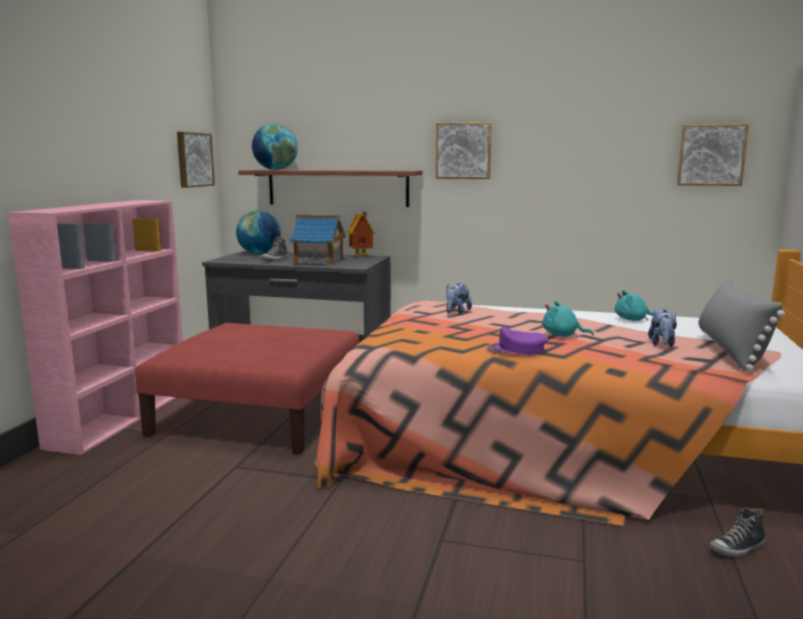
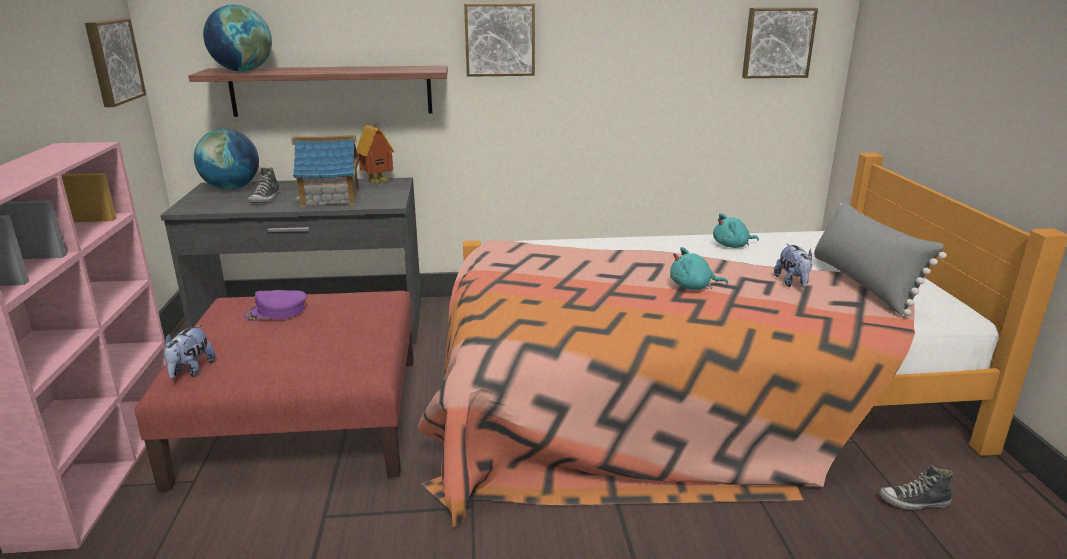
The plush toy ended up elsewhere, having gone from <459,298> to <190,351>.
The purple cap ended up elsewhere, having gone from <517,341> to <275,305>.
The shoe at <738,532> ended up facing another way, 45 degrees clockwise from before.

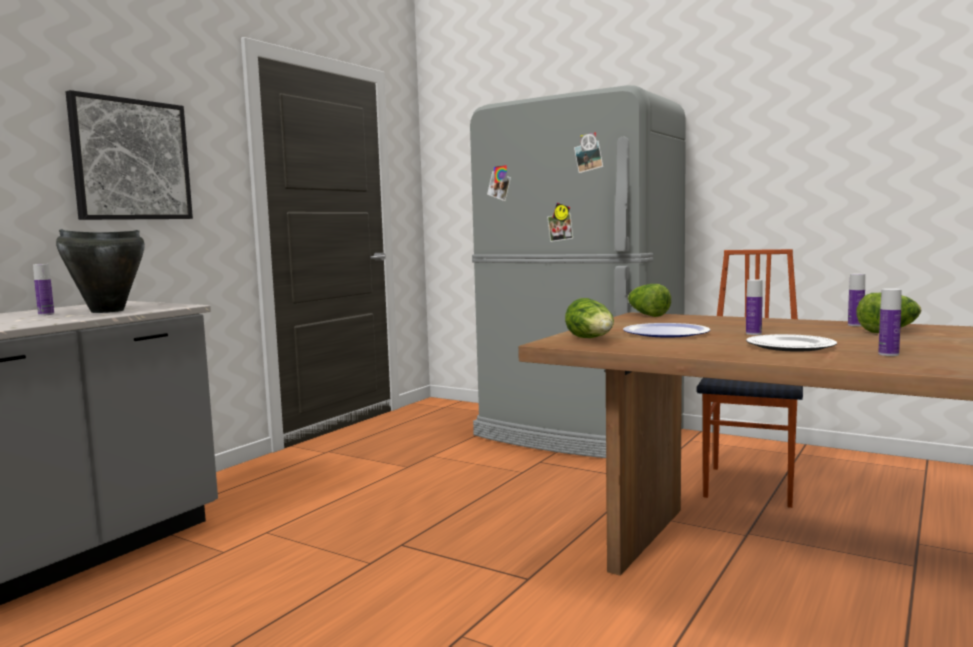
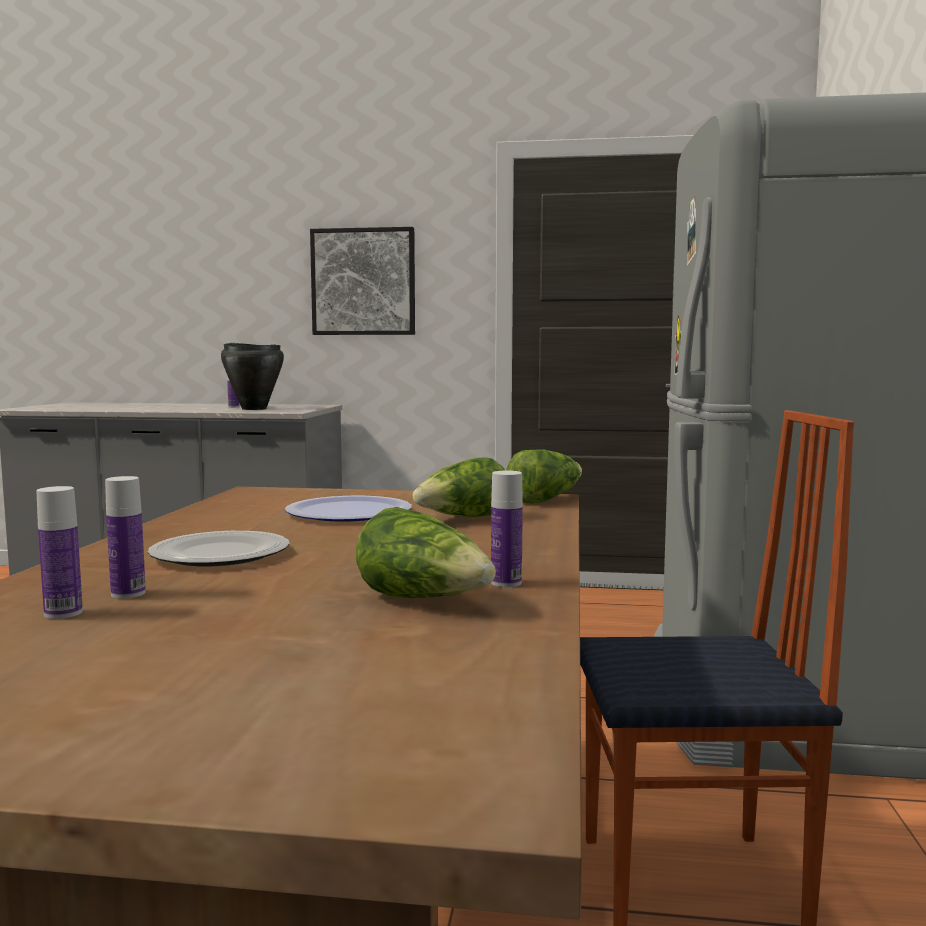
The bottle ended up elsewhere, having gone from <754,307> to <59,552>.
The lettuce ended up elsewhere, having gone from <589,318> to <459,487>.

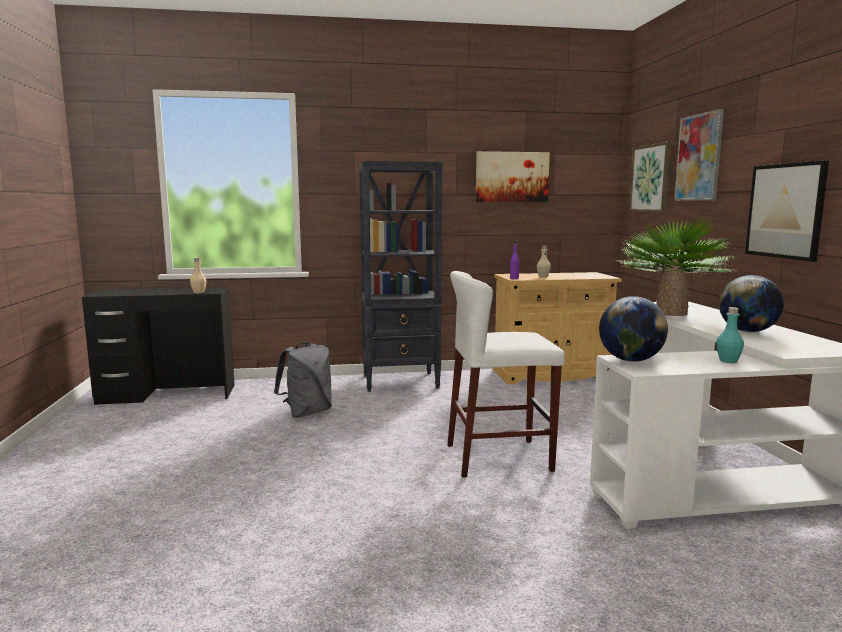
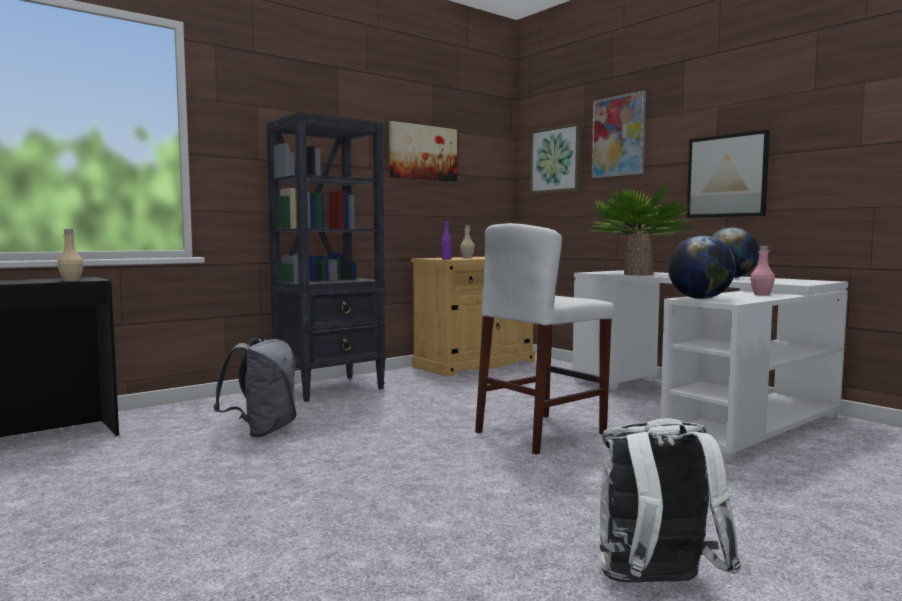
The second view gained the white backpack at <670,500>.
What was the turquoise bottle at <730,335> turned into the pink bottle at <762,270>.

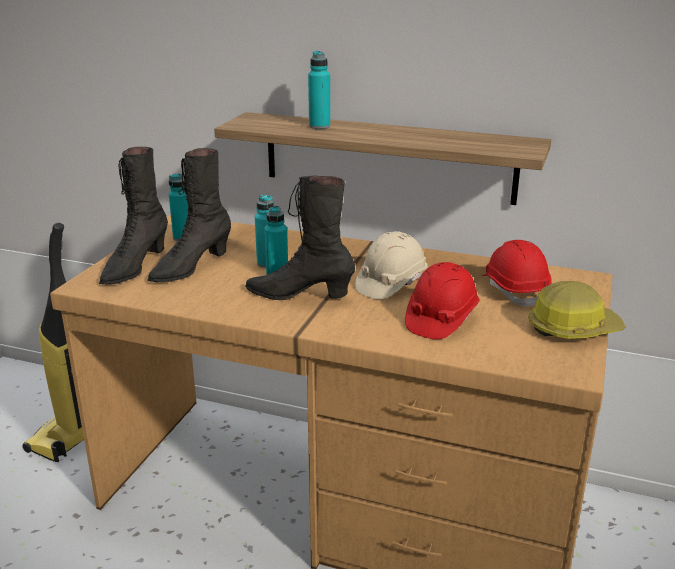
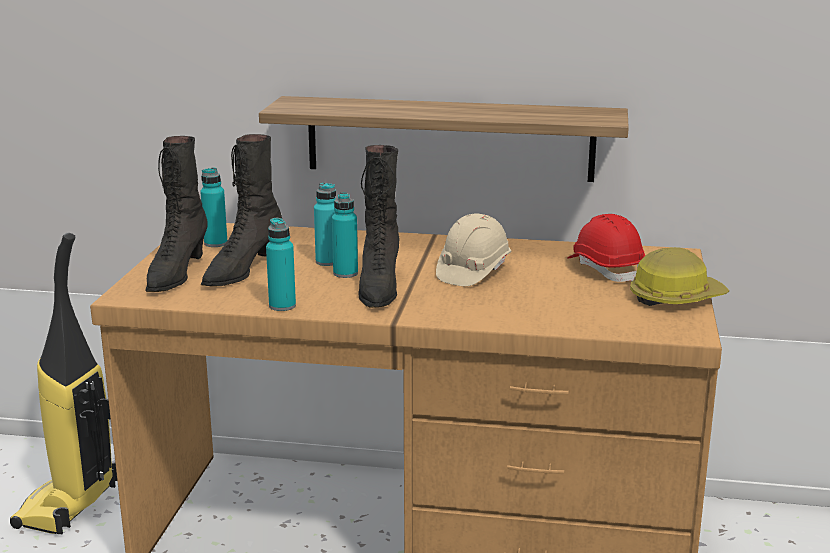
The turquoise bottle ended up elsewhere, having gone from <319,90> to <281,264>.
The black boot at <300,238> ended up facing another way, 90 degrees counterclockwise from before.
The second view lost the red hard hat at <442,300>.

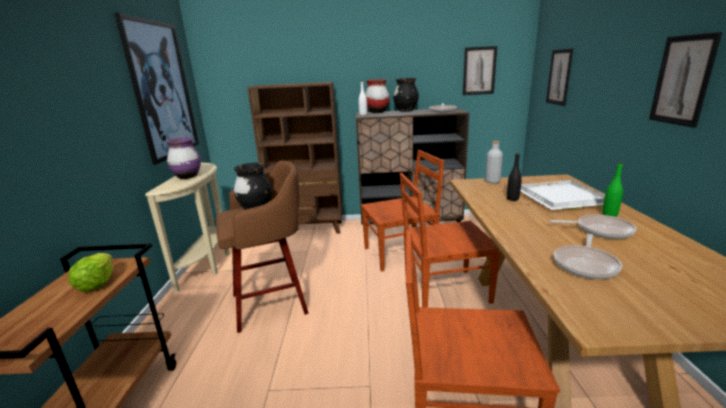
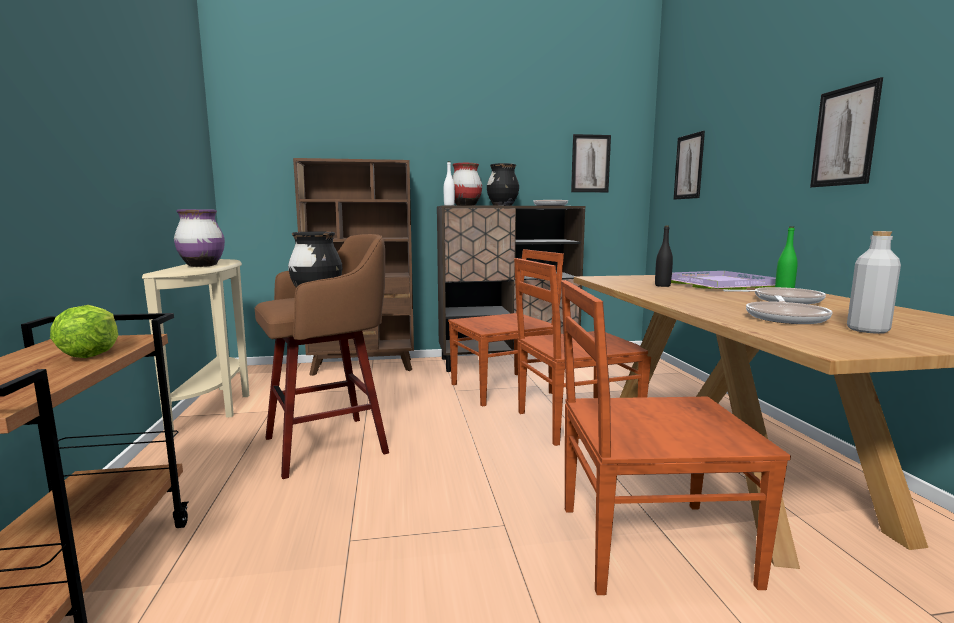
What was the white tray at <562,195> turned into the purple tray at <723,280>.
The grey bottle ended up elsewhere, having gone from <494,162> to <874,282>.
The second view lost the picture at <156,89>.

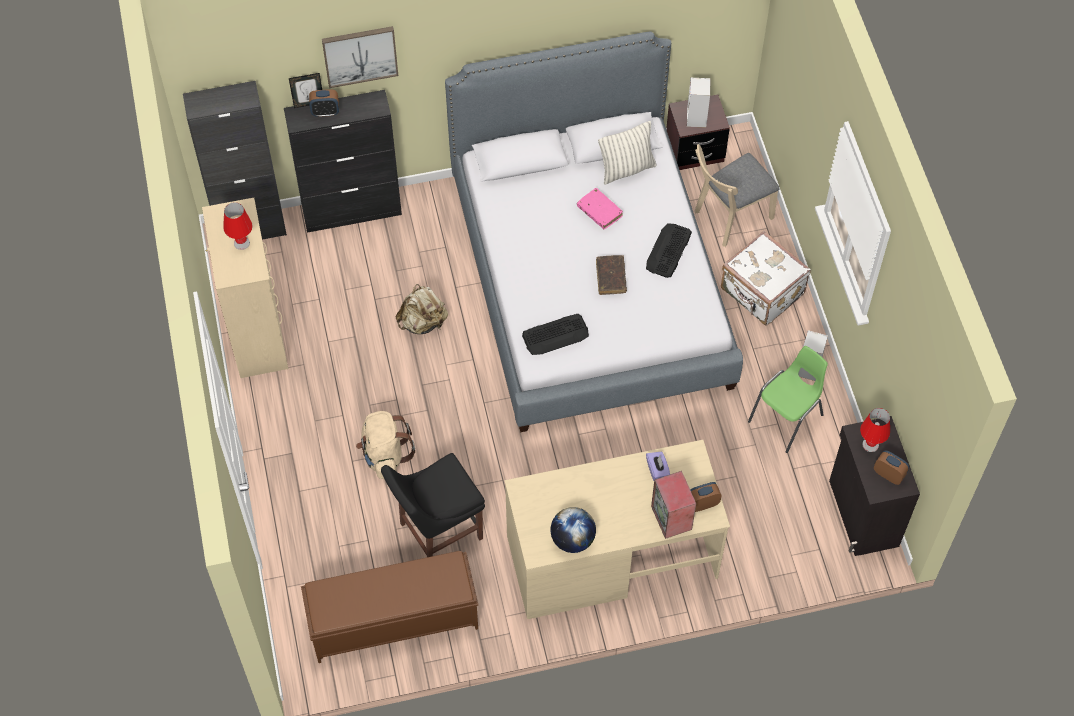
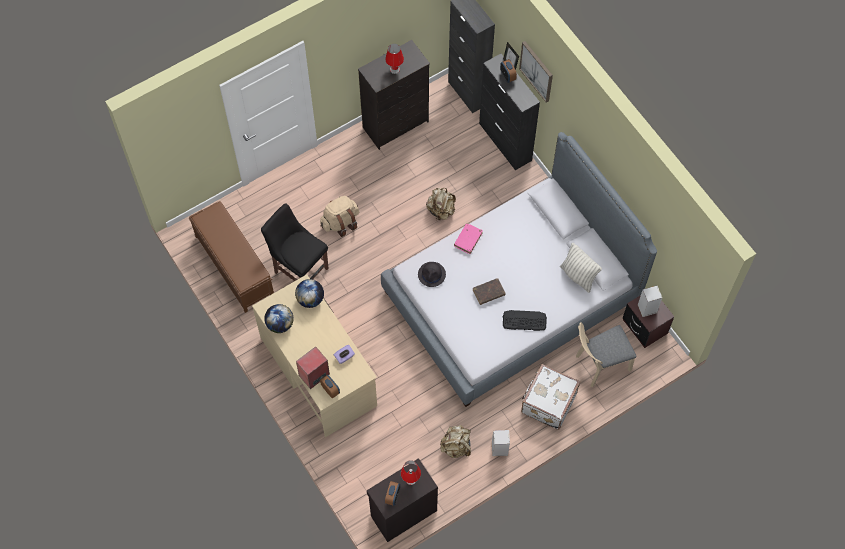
The second view gained the globe at <309,293>.
What was the beige dresser at <245,288> turned into the black dresser at <394,95>.
Where the keyboard stood at <555,334>, the black hat came to stand at <432,274>.
Where the green chair stood at <788,399>, the beige backpack came to stand at <455,441>.
The pink book ended up elsewhere, having gone from <600,208> to <468,238>.
The beige chair at <737,195> ended up facing another way, 60 degrees counterclockwise from before.

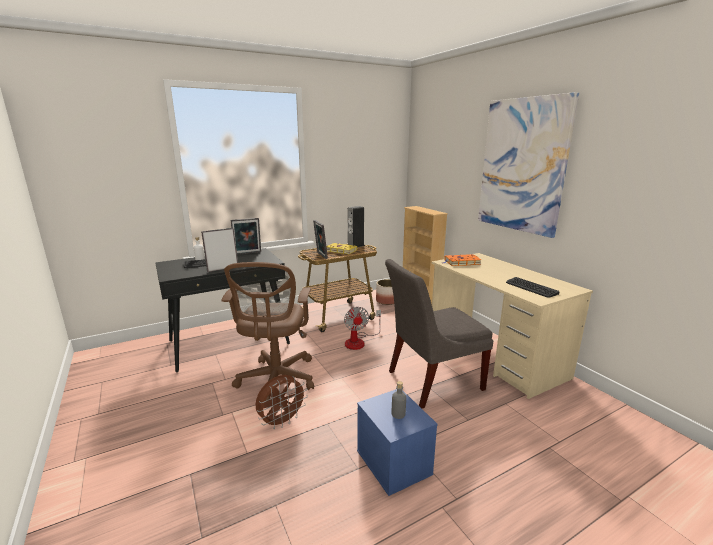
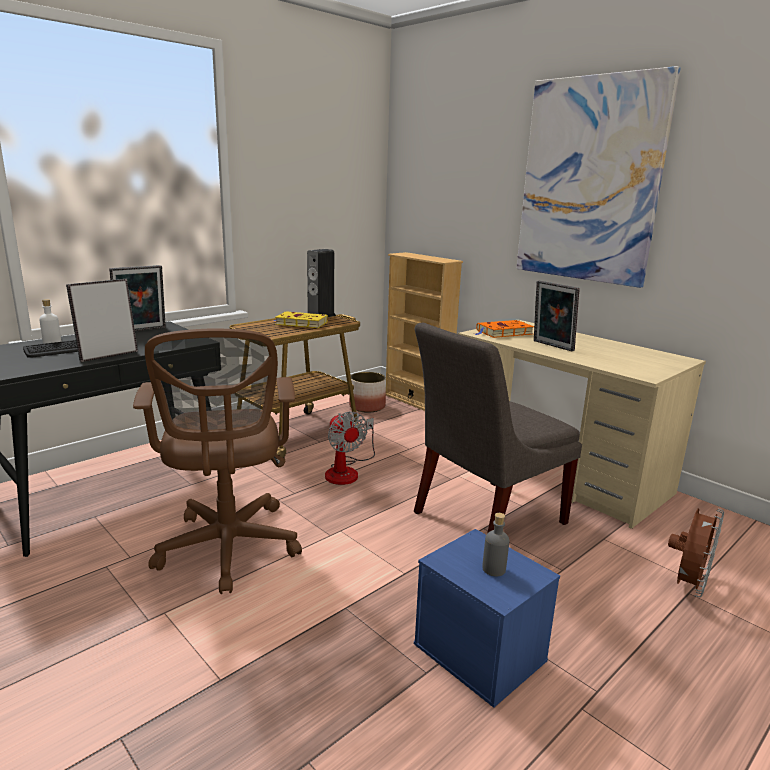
The picture frame ended up elsewhere, having gone from <320,239> to <556,316>.
The brown fan ended up elsewhere, having gone from <281,402> to <696,552>.
The second view lost the keyboard at <533,287>.

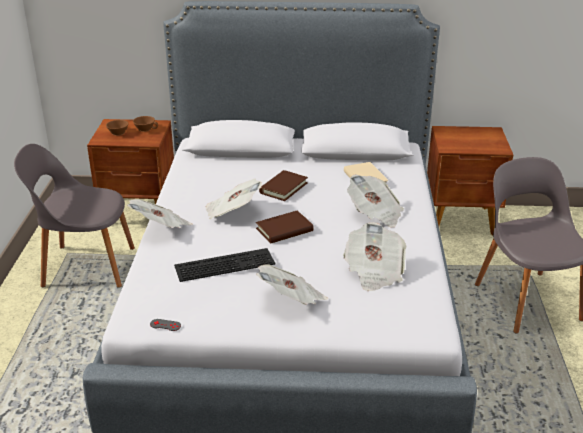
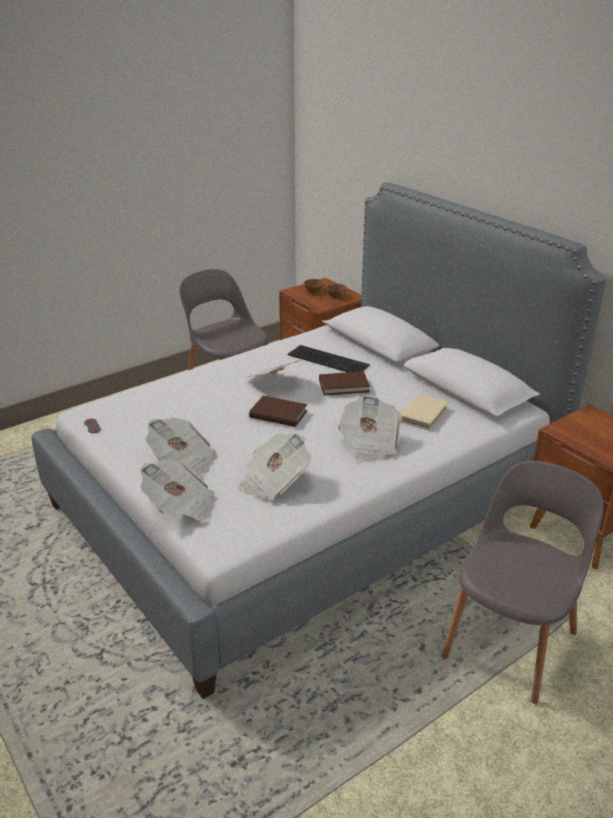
The newspaper ended up elsewhere, having gone from <160,213> to <177,491>.
The keyboard ended up elsewhere, having gone from <224,265> to <328,358>.

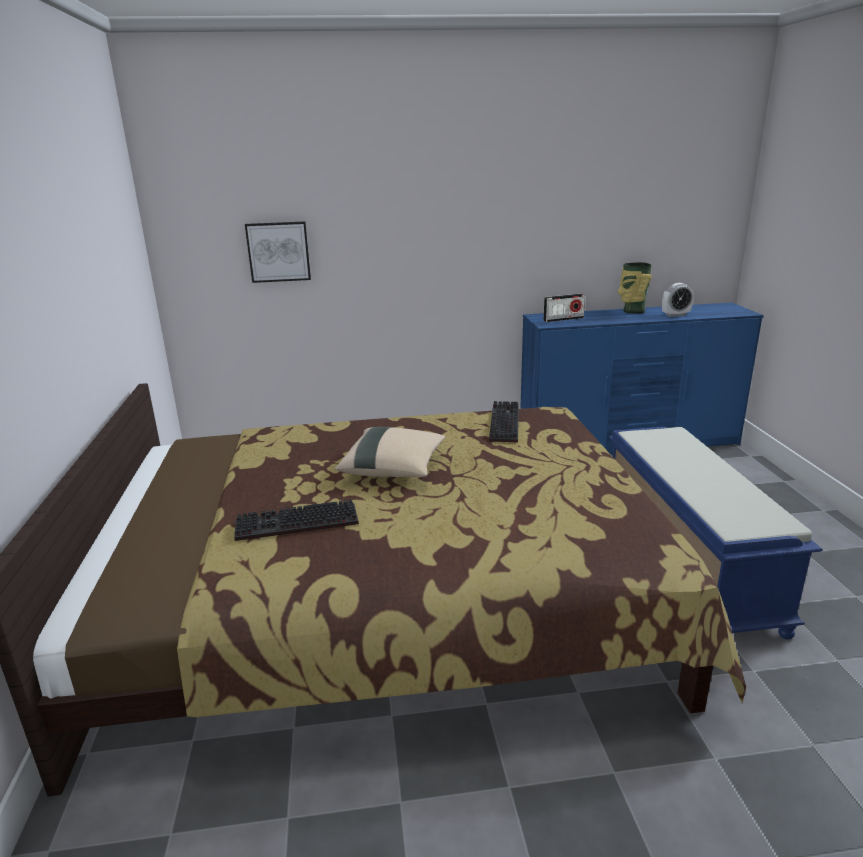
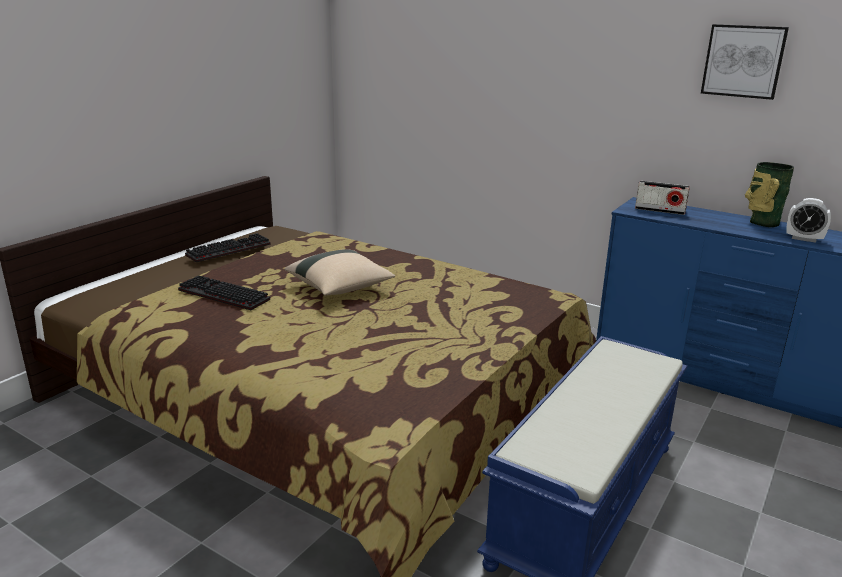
The keyboard ended up elsewhere, having gone from <504,421> to <228,247>.
The picture ended up elsewhere, having gone from <278,252> to <745,62>.

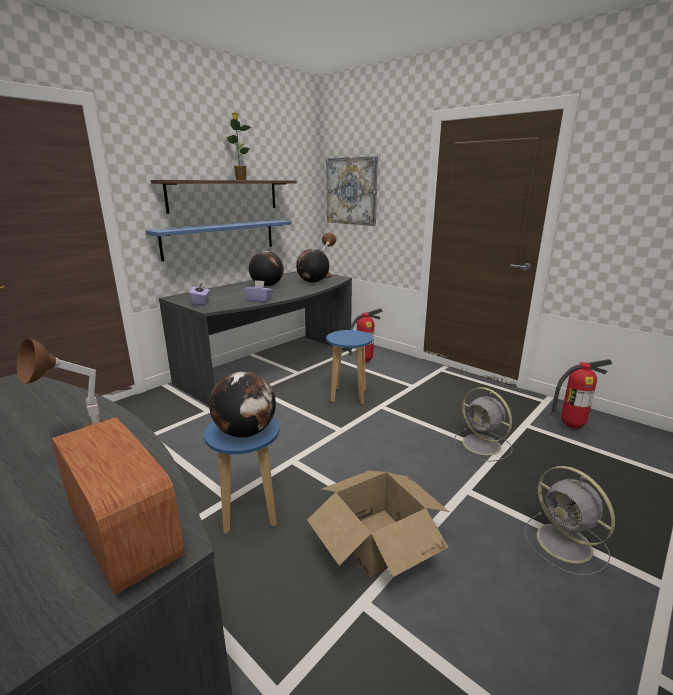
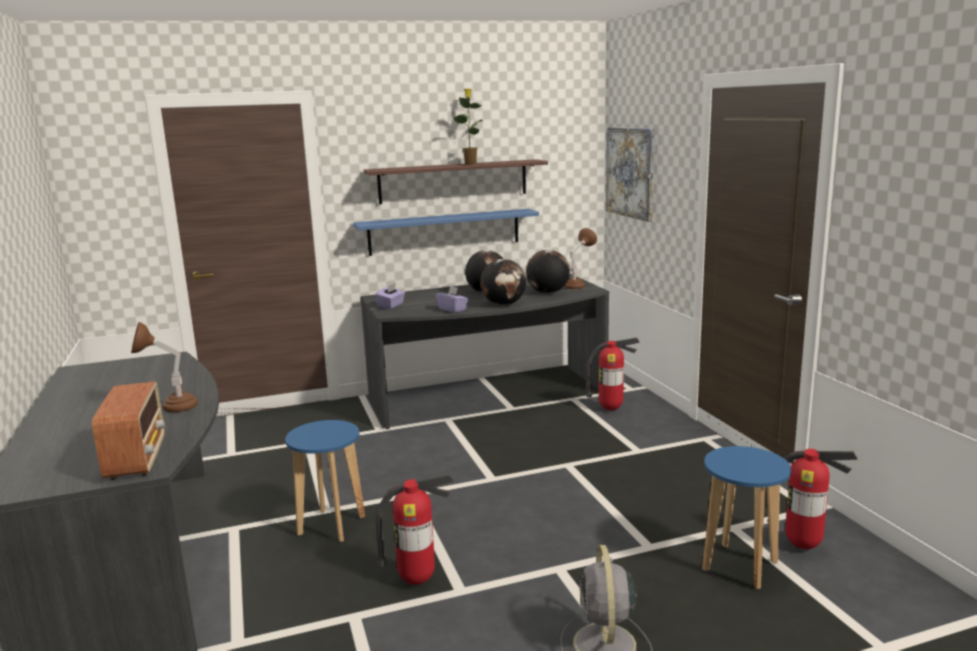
Where the cardboard box stood at <378,524>, the fire extinguisher came to stand at <415,529>.
The globe ended up elsewhere, having gone from <242,404> to <503,282>.
The blue stool ended up elsewhere, having gone from <349,367> to <746,517>.
The second view lost the grey fan at <483,424>.

